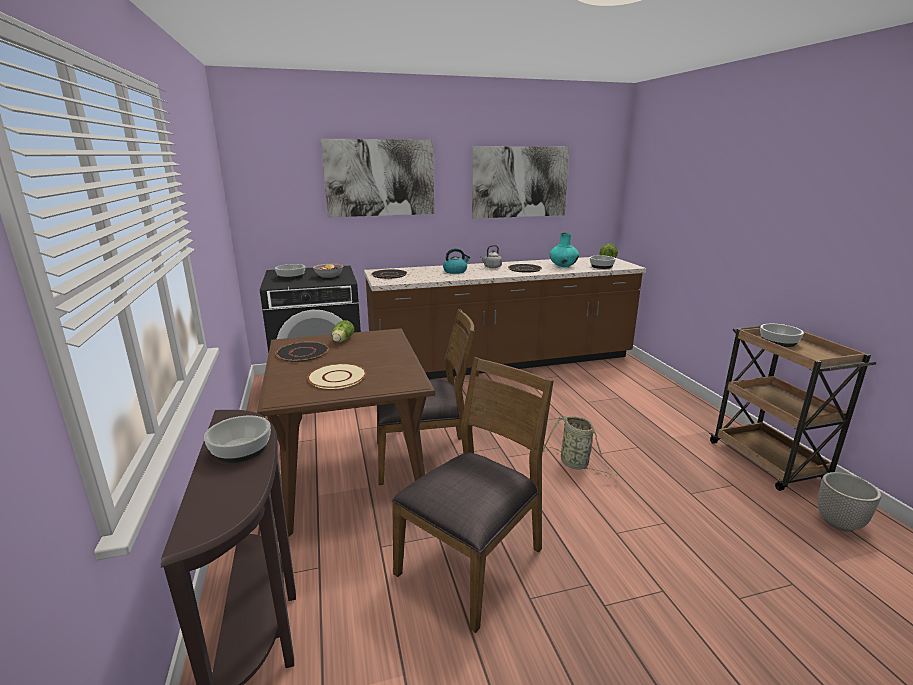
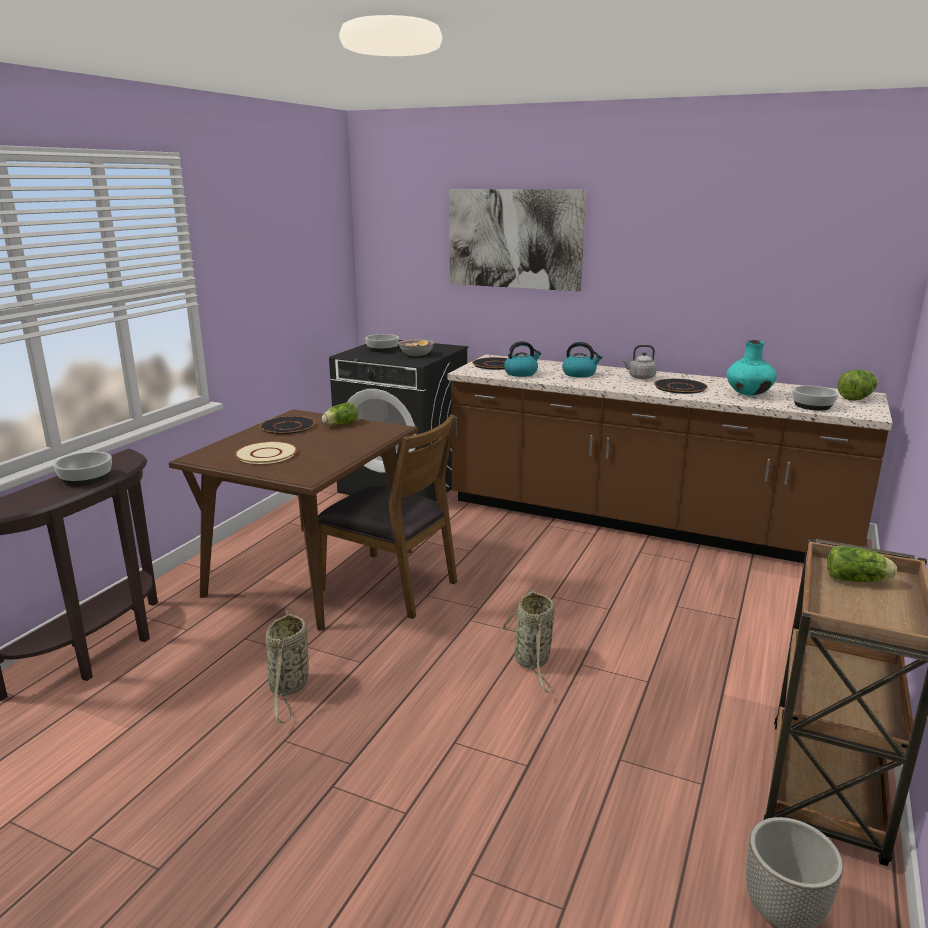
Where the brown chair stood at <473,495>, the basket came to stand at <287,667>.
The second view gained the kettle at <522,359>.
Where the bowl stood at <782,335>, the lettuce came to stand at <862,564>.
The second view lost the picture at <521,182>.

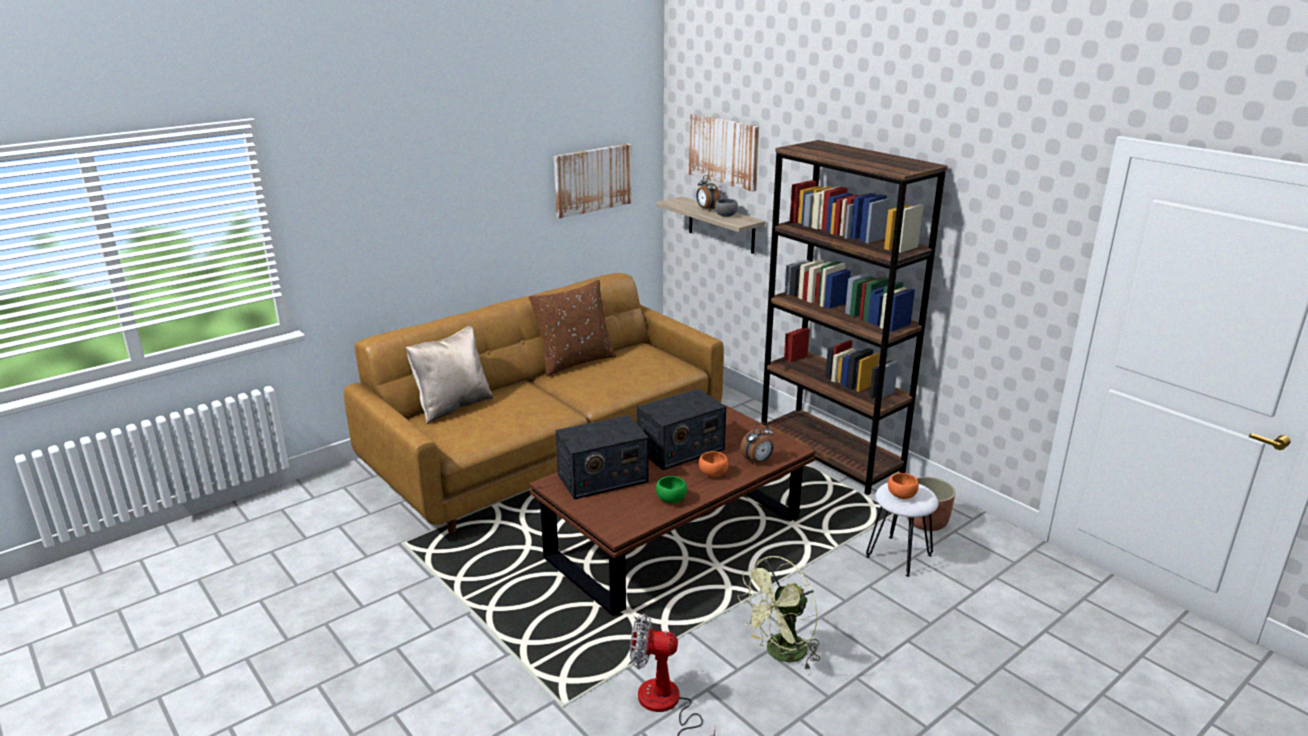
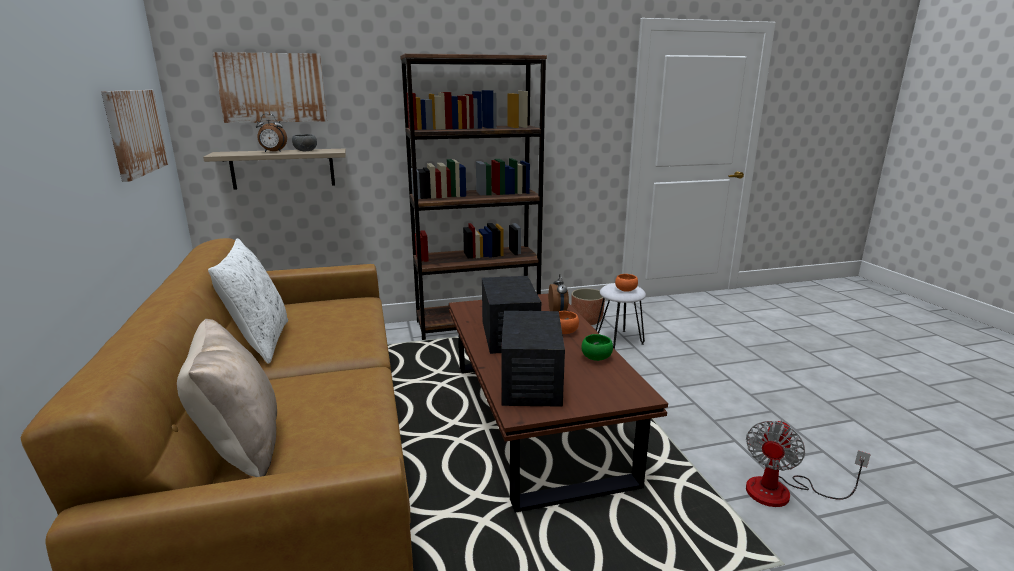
What was the brown pillow at <572,327> turned into the white pillow at <248,301>.
The second view lost the green fan at <779,613>.

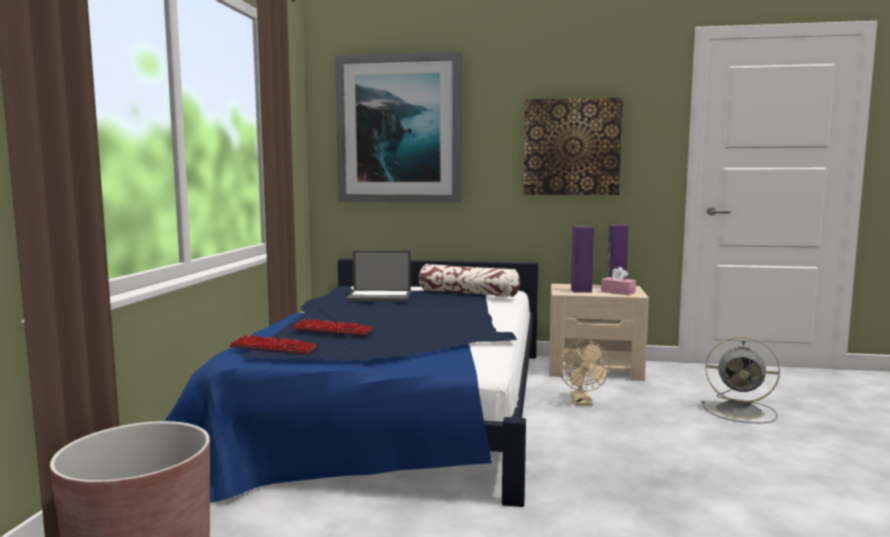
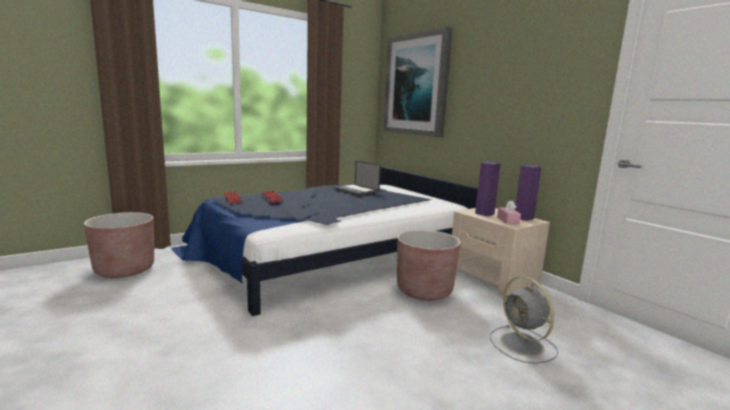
Where the beige fan stood at <584,372>, the brown planter came to stand at <429,265>.
The second view lost the pillow at <469,280>.
The second view lost the picture at <573,146>.

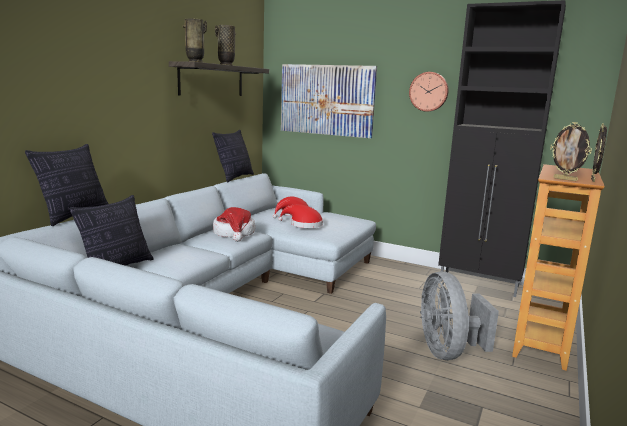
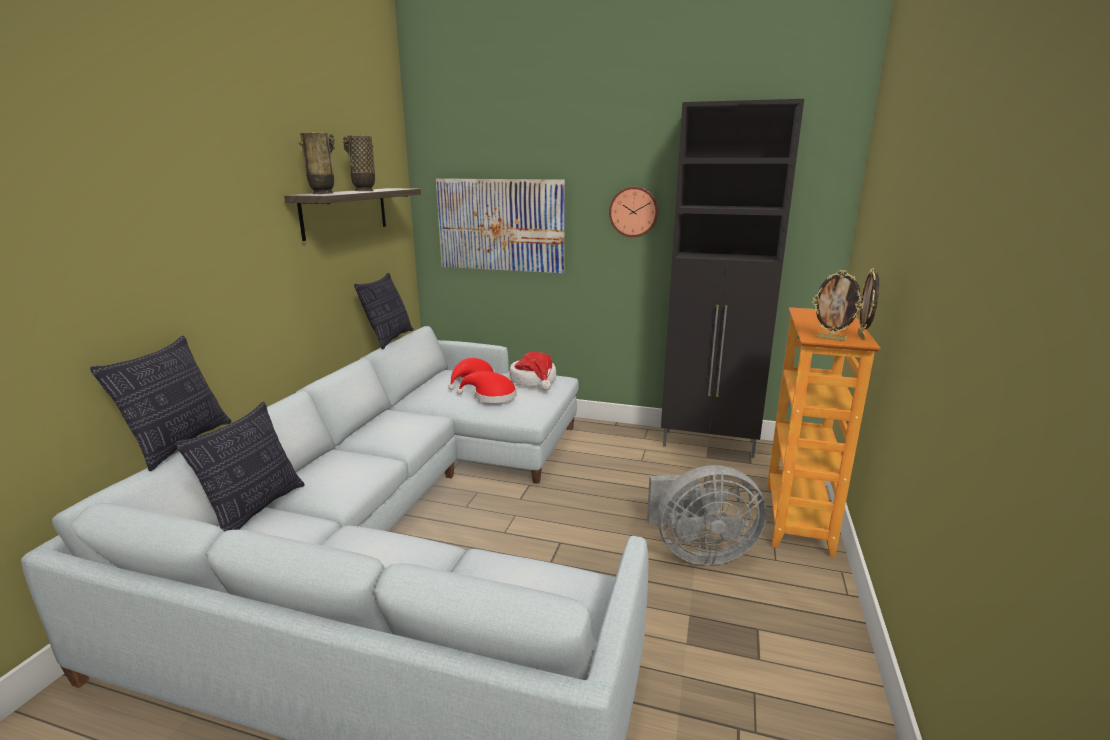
The hat ended up elsewhere, having gone from <234,224> to <532,371>.
The grey fan at <459,315> ended up facing another way, 75 degrees counterclockwise from before.

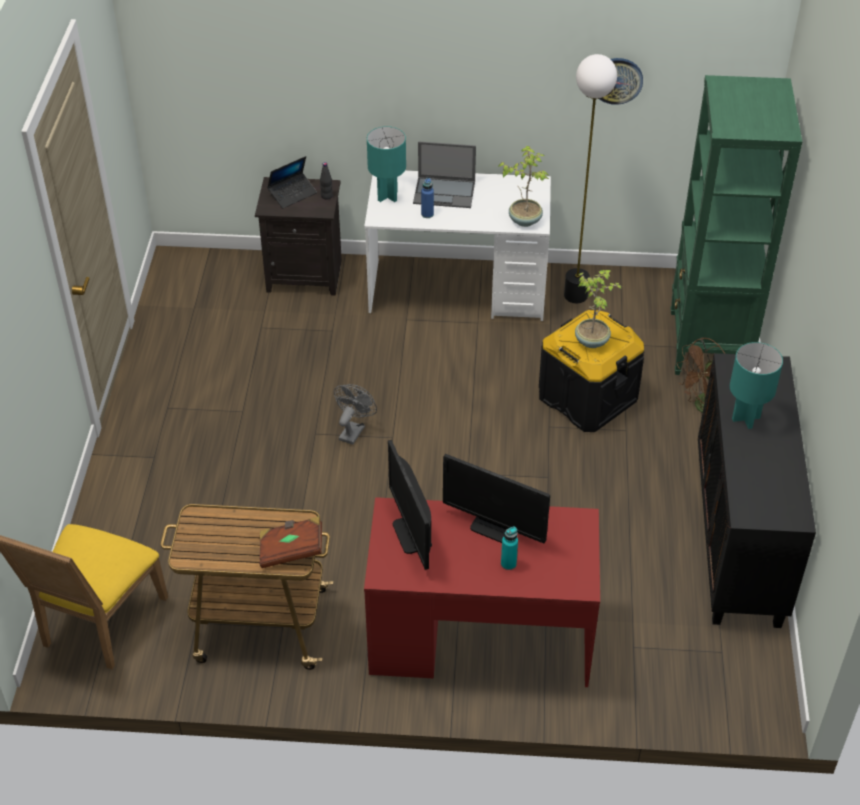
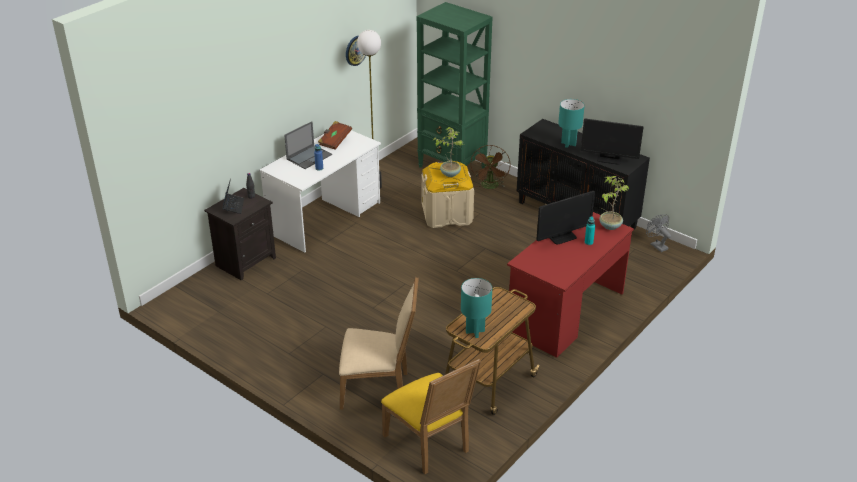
The brown book ended up elsewhere, having gone from <290,542> to <335,135>.
The second view gained the beige chair at <379,343>.
What was the black storage box at <591,371> turned into the beige storage box at <447,194>.
The turquoise table lamp ended up elsewhere, having gone from <386,164> to <476,308>.
The monitor ended up elsewhere, having gone from <410,505> to <612,142>.
The potted plant ended up elsewhere, having gone from <524,186> to <614,203>.
The grey fan ended up elsewhere, having gone from <355,414> to <658,233>.

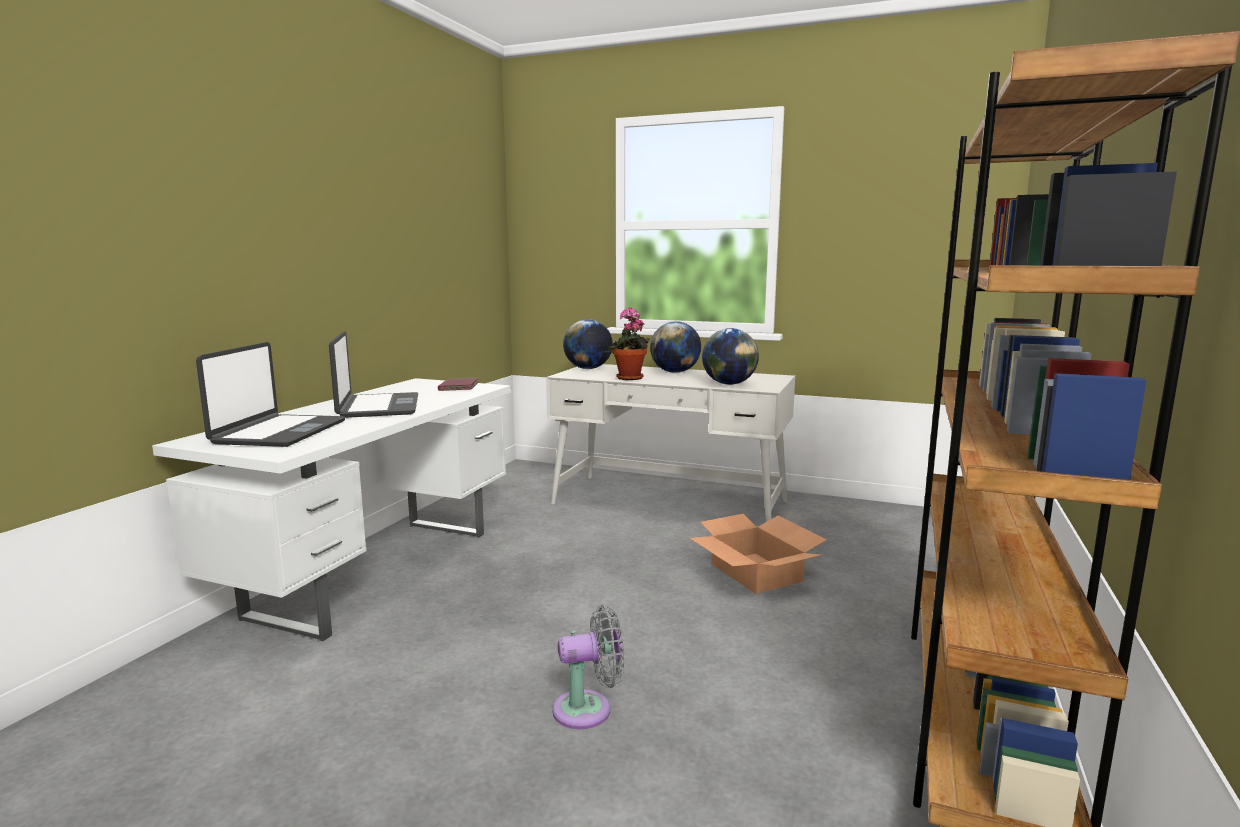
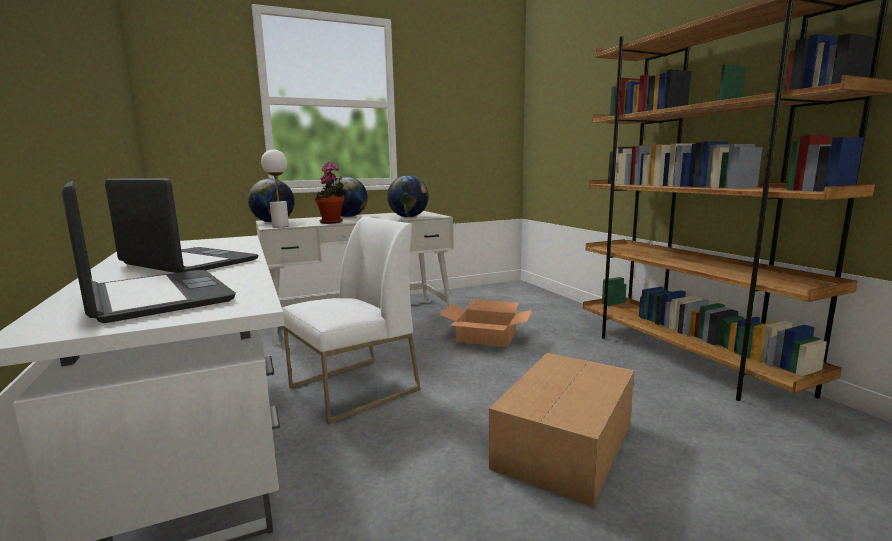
The second view gained the white table lamp at <275,188>.
The second view gained the white chair at <351,320>.
Where the grey fan stood at <588,667>, the cardboard box came to stand at <561,430>.
The second view lost the red book at <458,384>.

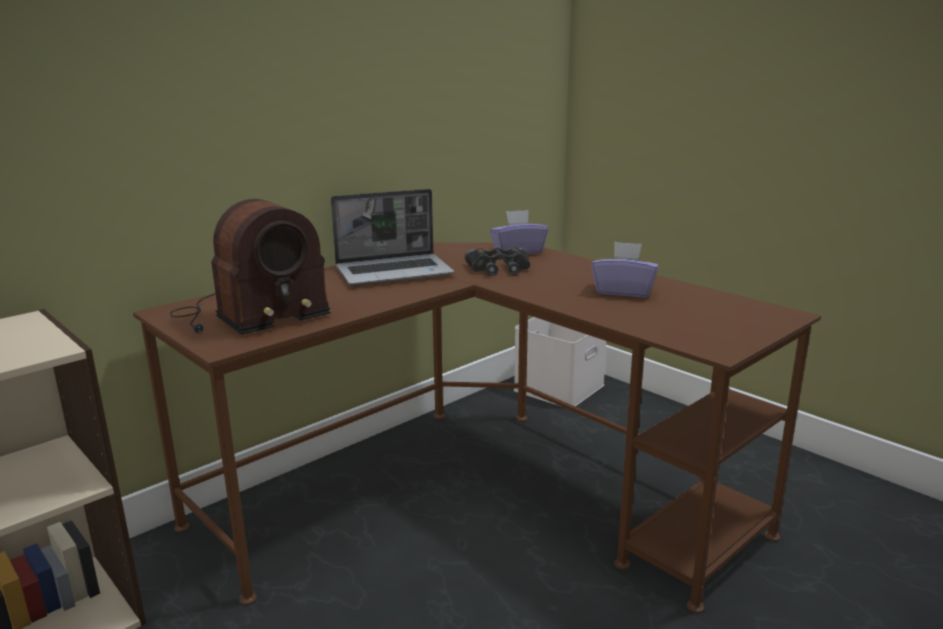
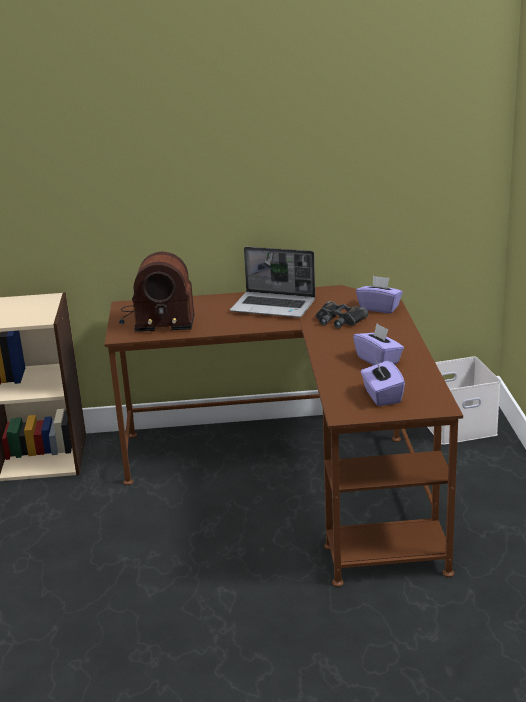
The second view gained the purple tissue box at <383,381>.

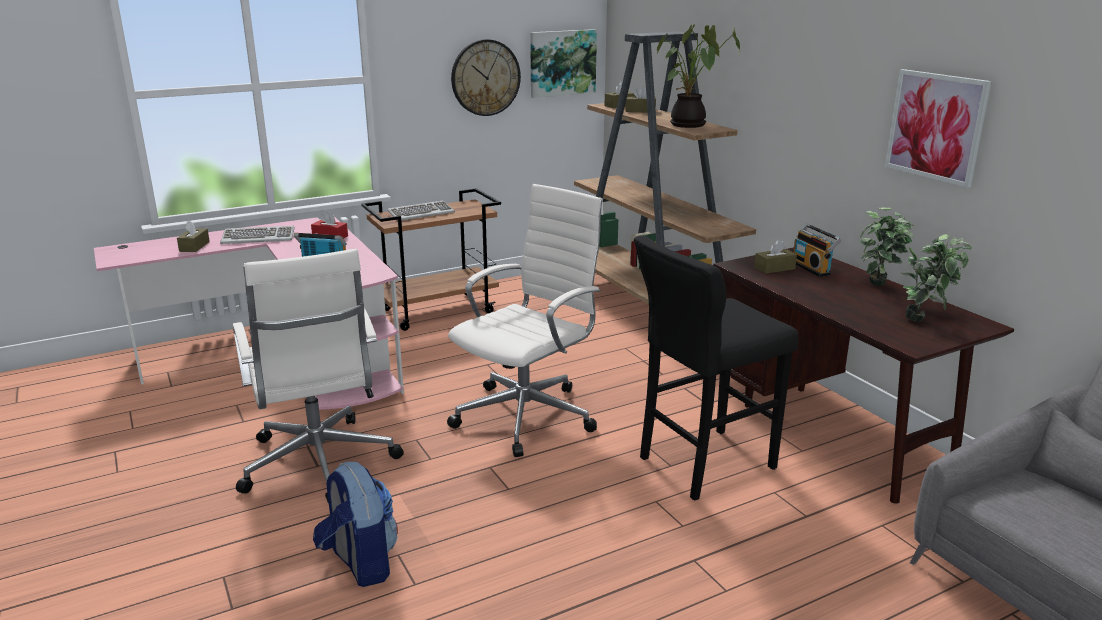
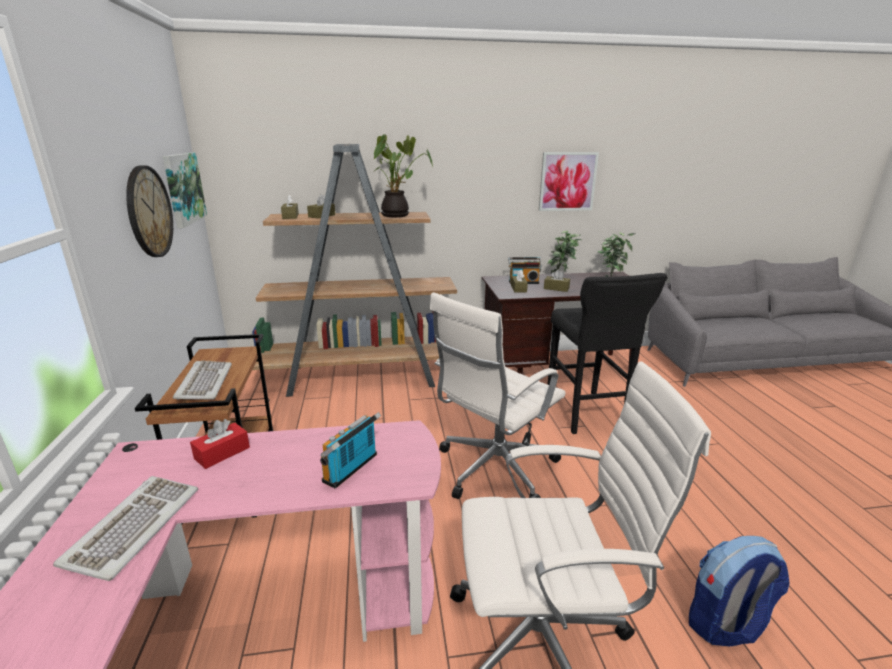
The white office chair at <525,320> ended up facing another way, 105 degrees counterclockwise from before.
The brown tissue box ended up elsewhere, having gone from <193,236> to <557,281>.

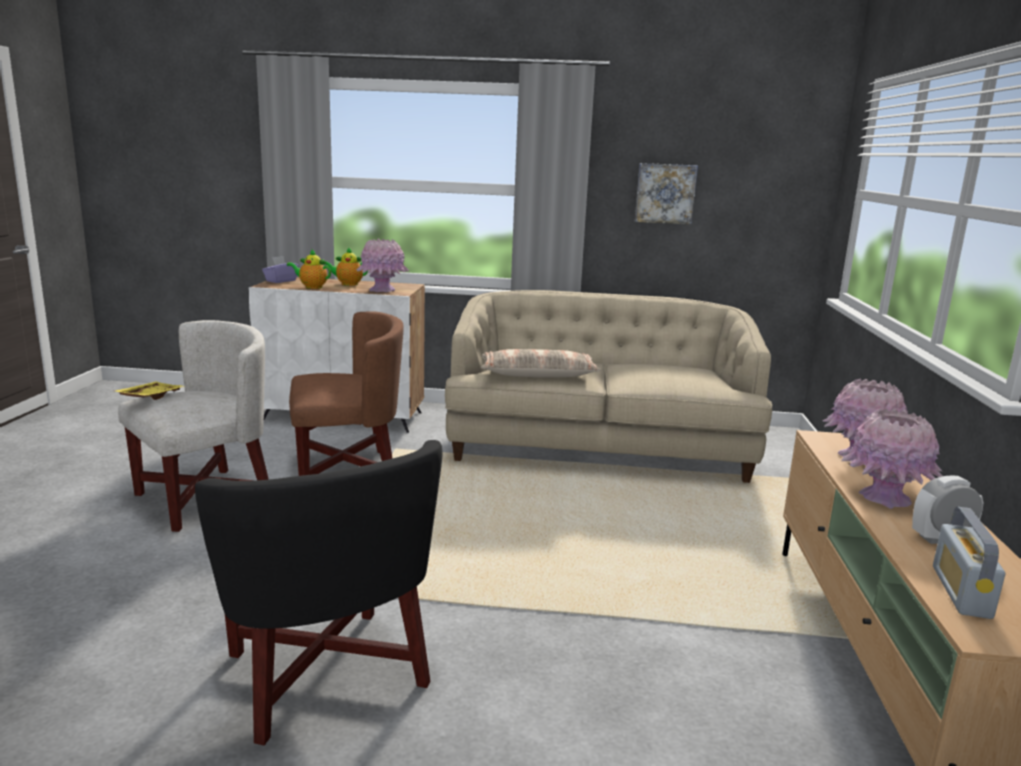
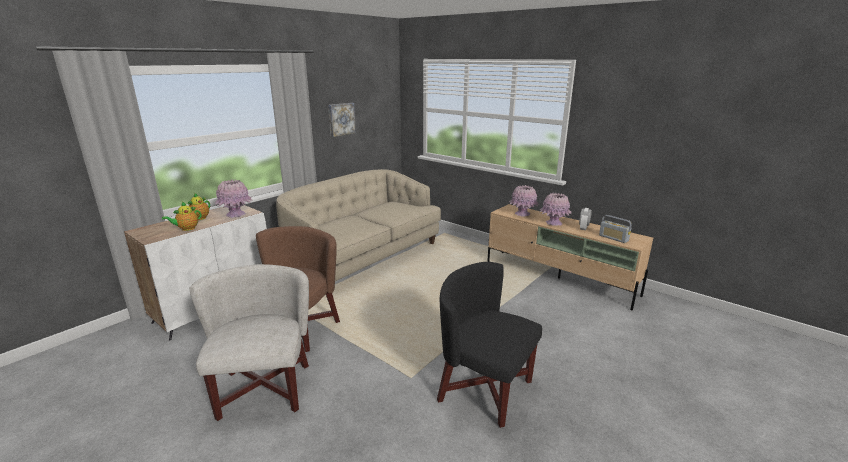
The black armchair at <318,592> ended up facing another way, 150 degrees counterclockwise from before.
The second view lost the yellow tray at <150,391>.
The second view lost the purple tissue box at <280,269>.
The second view lost the pillow at <541,363>.

